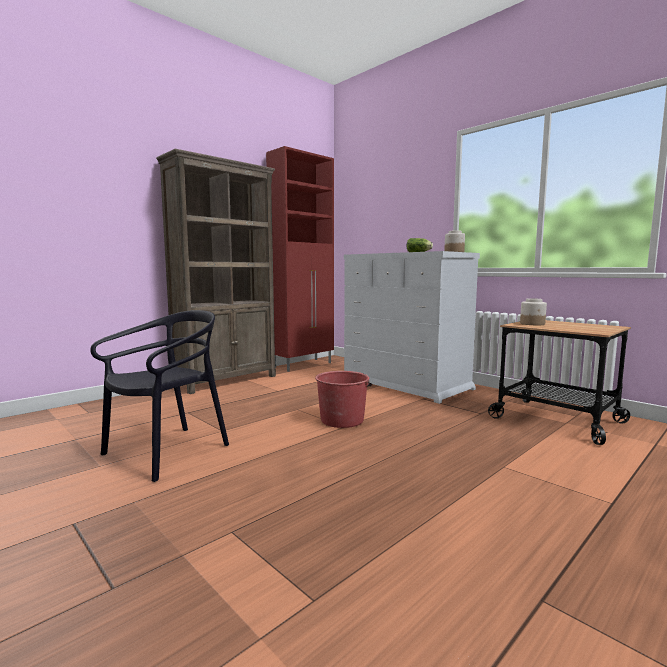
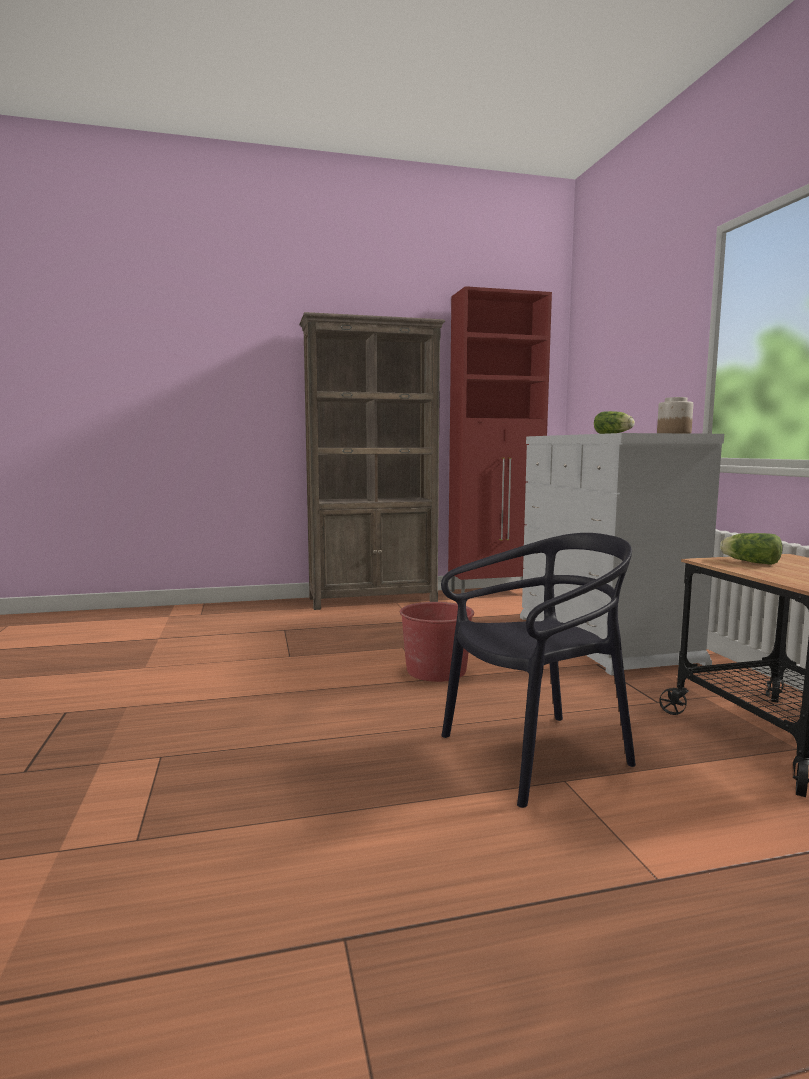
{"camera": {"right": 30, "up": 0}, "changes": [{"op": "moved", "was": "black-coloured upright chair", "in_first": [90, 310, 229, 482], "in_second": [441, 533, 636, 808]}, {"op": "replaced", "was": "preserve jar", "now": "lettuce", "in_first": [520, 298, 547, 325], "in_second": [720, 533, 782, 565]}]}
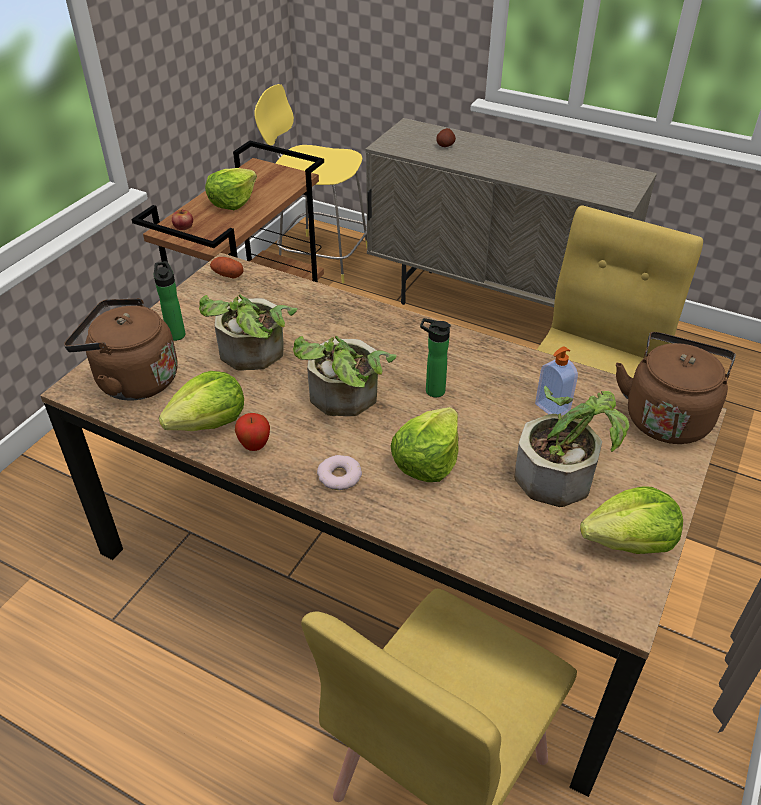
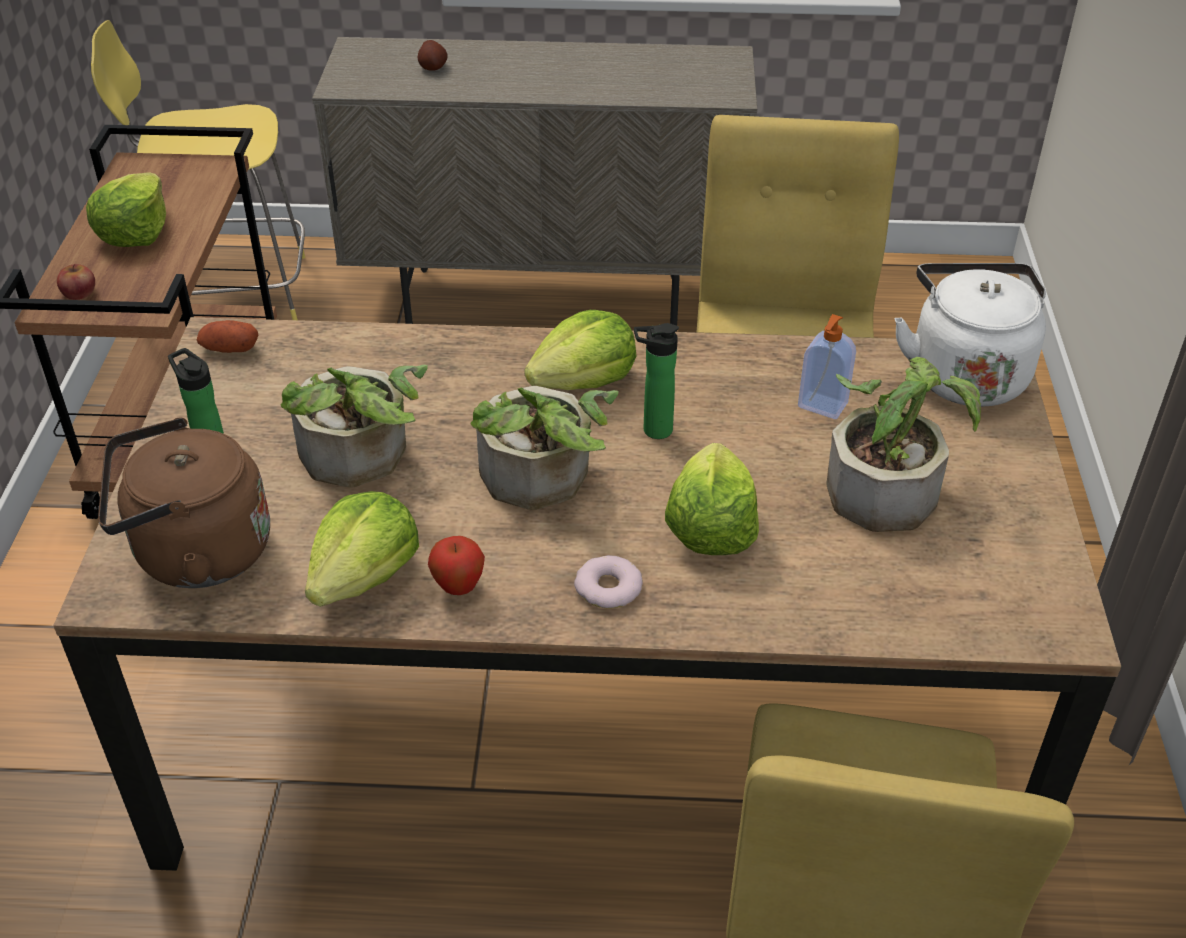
{"camera": {"right": -25, "up": 0}, "changes": [{"op": "moved", "was": "lettuce", "in_first": [580, 486, 683, 554], "in_second": [524, 310, 637, 390]}, {"op": "recoloured", "was": "brown kettle", "now": "white-coloured kettle", "in_first": [616, 332, 736, 444], "in_second": [894, 263, 1046, 407]}]}
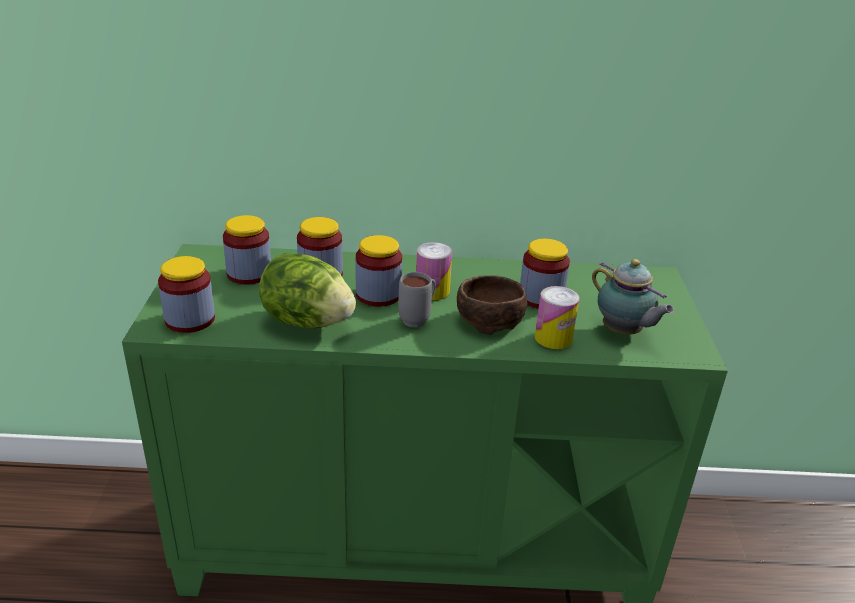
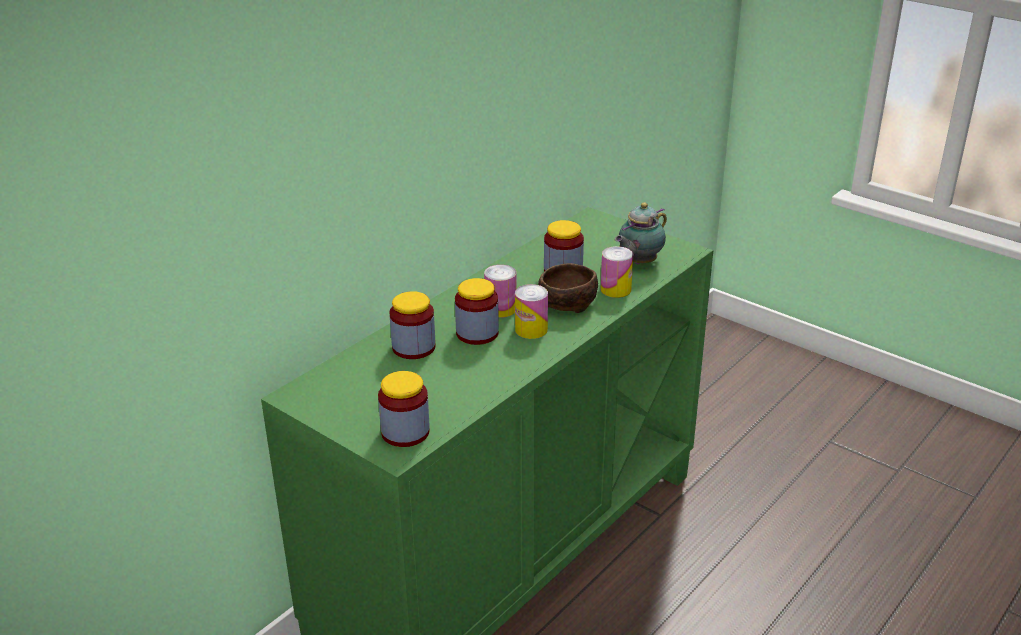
{"camera": {"right": -50, "up": 0}, "changes": [{"op": "removed", "was": "preserve jar", "in_first": [223, 215, 271, 284]}, {"op": "removed", "was": "lettuce", "in_first": [259, 253, 356, 328]}, {"op": "replaced", "was": "gray tea mug", "now": "can", "in_first": [398, 272, 436, 328], "in_second": [515, 284, 548, 339]}, {"op": "turned", "was": "pot for tea", "in_first": [592, 259, 674, 335], "in_second": [615, 202, 667, 264], "clockwise": 135}]}
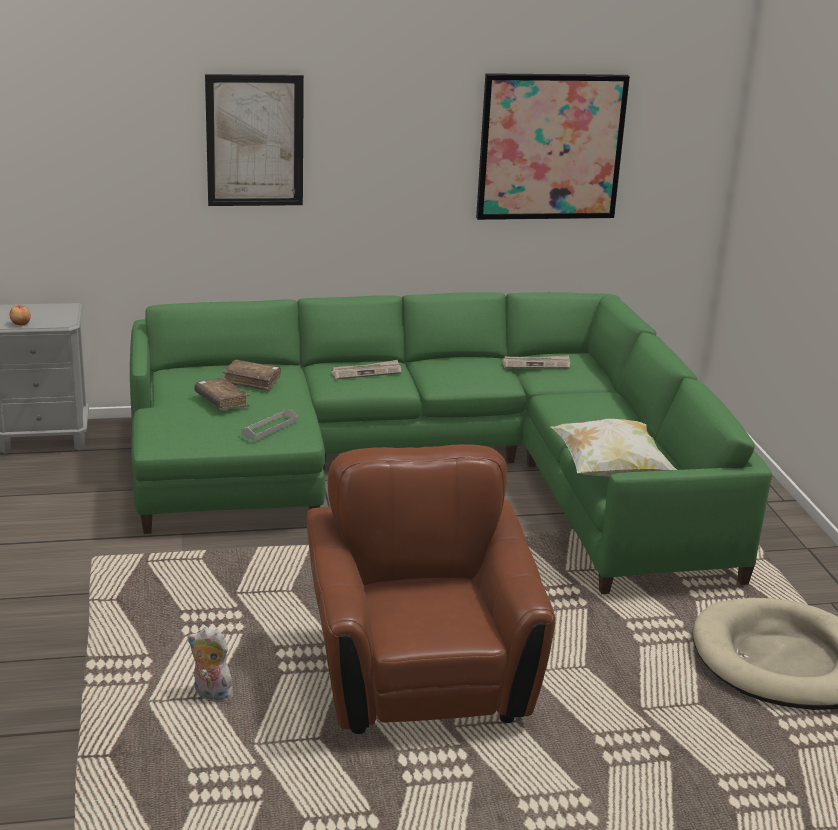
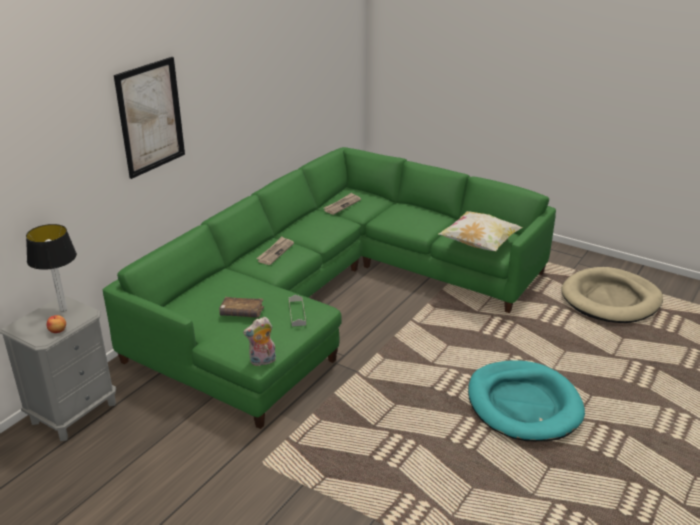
{"camera": {"right": -45, "up": 5}, "changes": [{"op": "removed", "was": "brown bound book", "in_first": [222, 360, 281, 391]}, {"op": "removed", "was": "wall art", "in_first": [476, 73, 630, 220]}, {"op": "added", "now": "lamp for a table", "in_second": [26, 224, 77, 312]}, {"op": "moved", "was": "plush toy", "in_first": [188, 627, 237, 702], "in_second": [243, 317, 276, 366]}, {"op": "replaced", "was": "brown easy chair", "now": "turquoise-coloured dog cushion", "in_first": [307, 444, 555, 734], "in_second": [468, 360, 585, 441]}]}
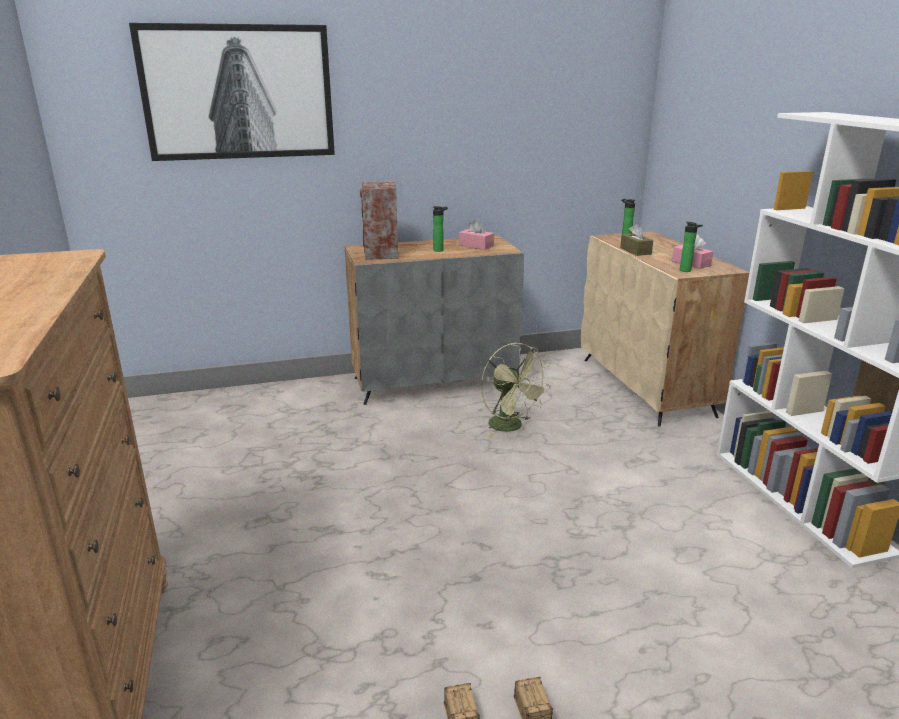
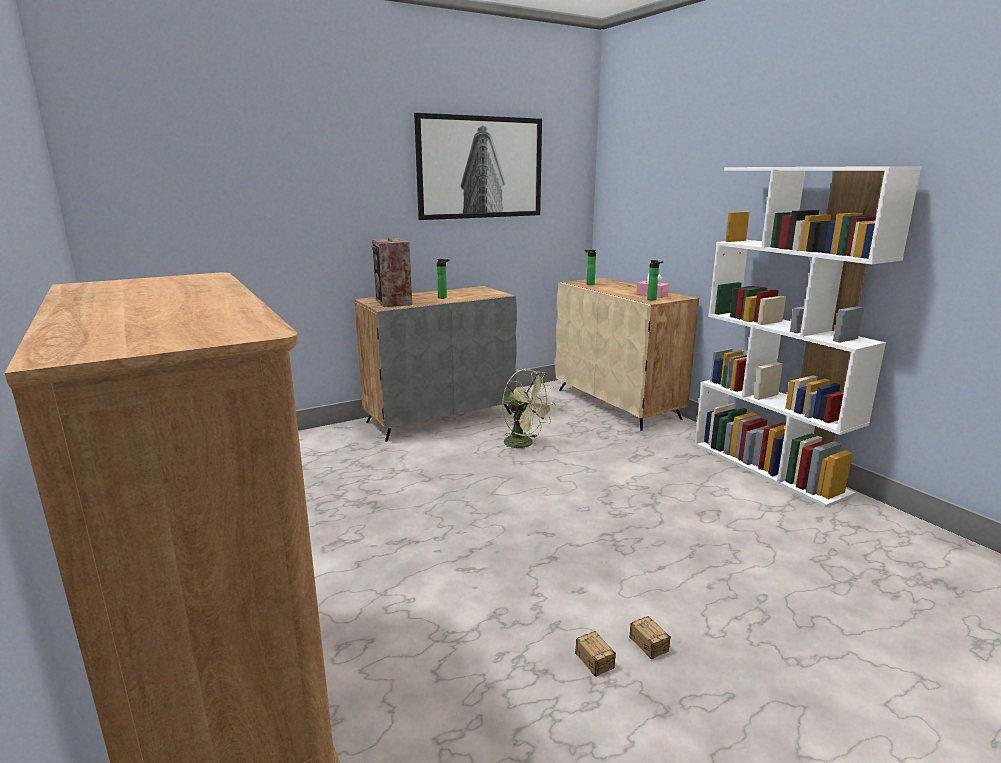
{"camera": {"right": -15, "up": -5}, "changes": [{"op": "removed", "was": "pinkish tissue holder", "in_first": [459, 219, 494, 250]}, {"op": "removed", "was": "brown tissue holder", "in_first": [620, 224, 653, 256]}, {"op": "moved", "was": "wall art", "in_first": [129, 23, 335, 161], "in_second": [414, 113, 542, 220]}]}
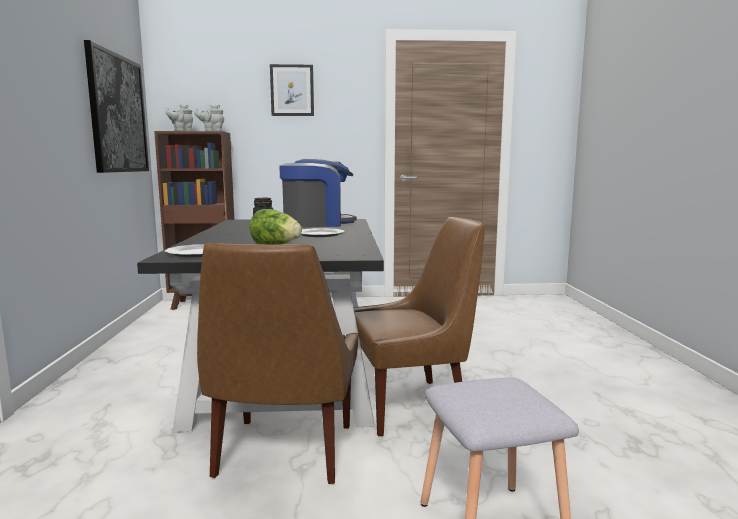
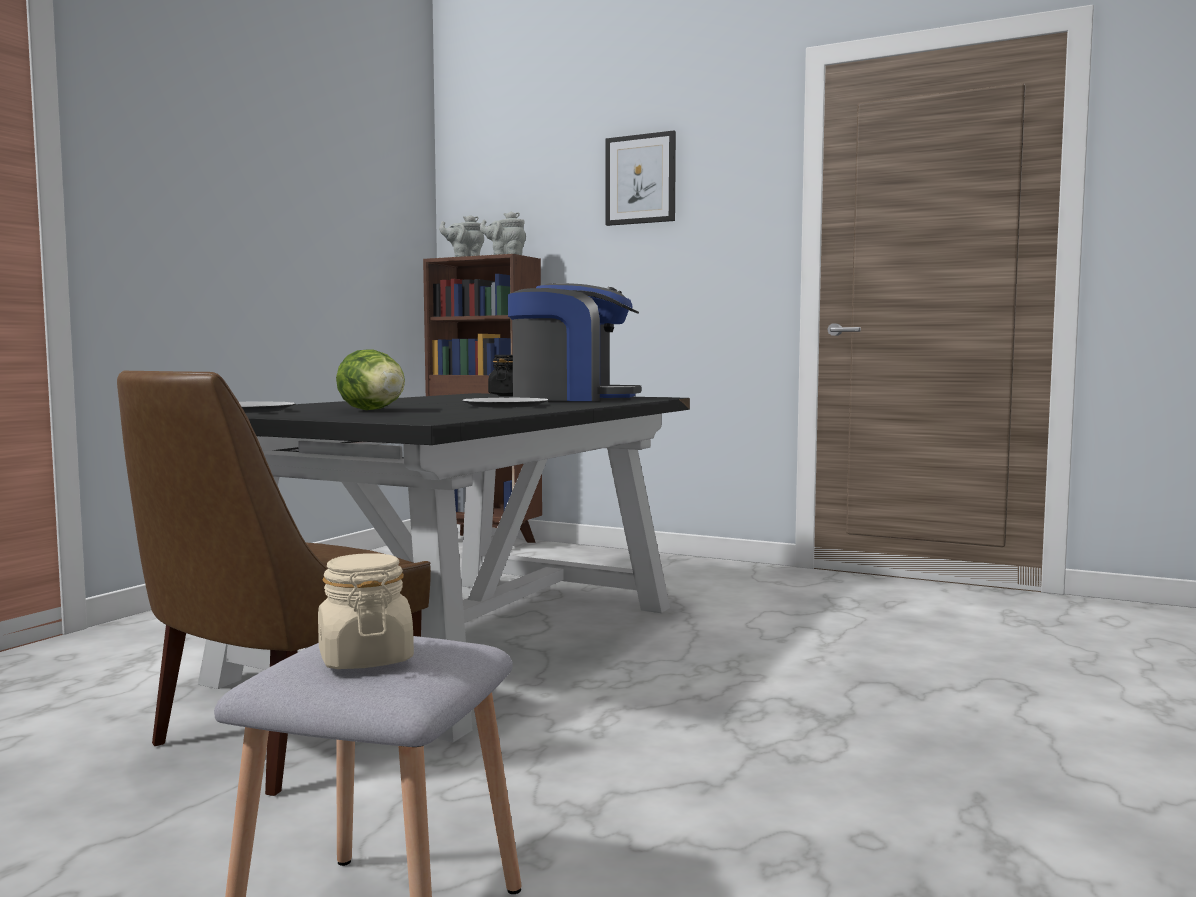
{"camera": {"right": 30, "up": -5}, "changes": [{"op": "removed", "was": "wall art", "in_first": [84, 40, 149, 173]}, {"op": "removed", "was": "brown upright chair", "in_first": [354, 216, 485, 436]}, {"op": "added", "now": "beige preserve jar", "in_second": [318, 553, 414, 669]}]}
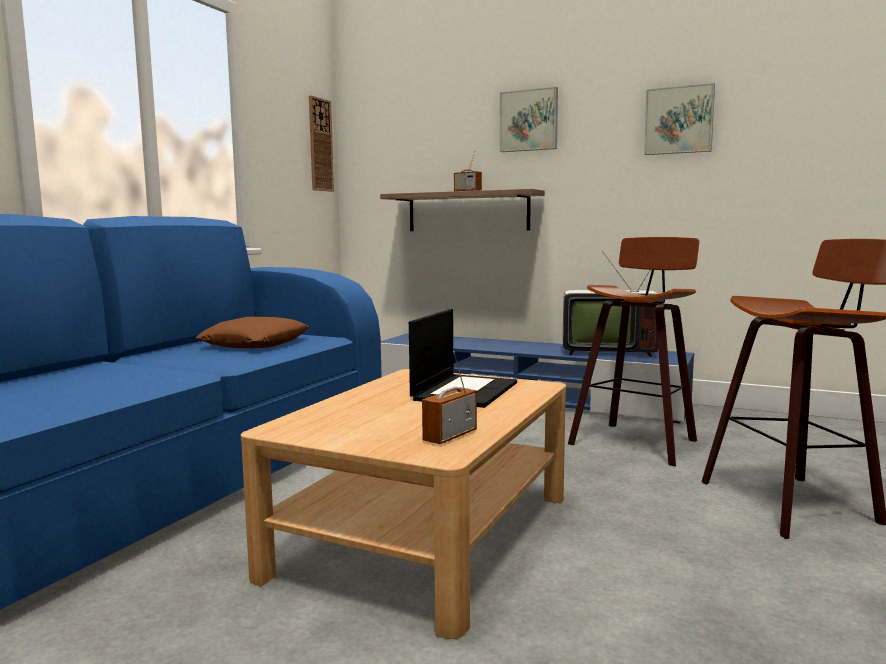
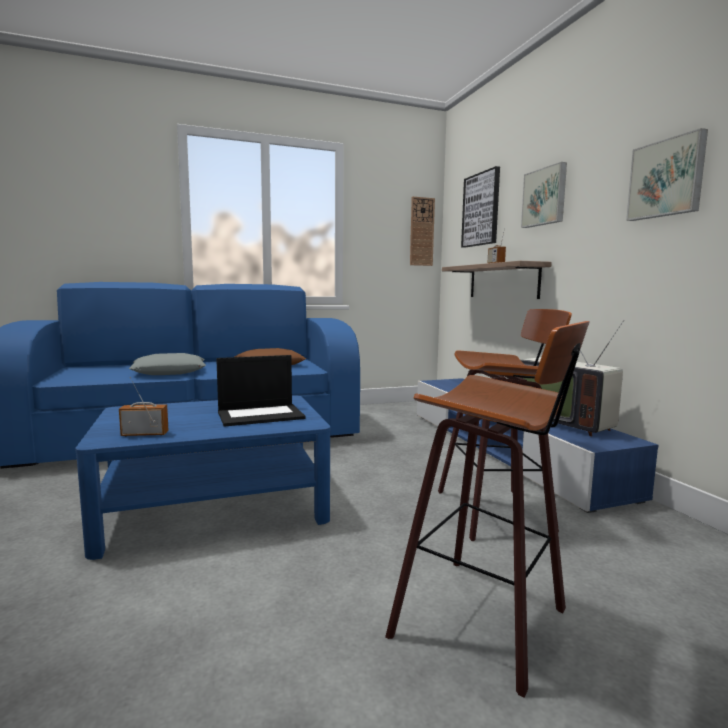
{"camera": {"right": 45, "up": 0}, "changes": [{"op": "added", "now": "gray cushion", "in_second": [129, 353, 206, 375]}, {"op": "added", "now": "wall art", "in_second": [461, 166, 500, 248]}, {"op": "recoloured", "was": "beige low table", "now": "blue low table", "in_first": [241, 369, 566, 639], "in_second": [75, 395, 331, 560]}]}
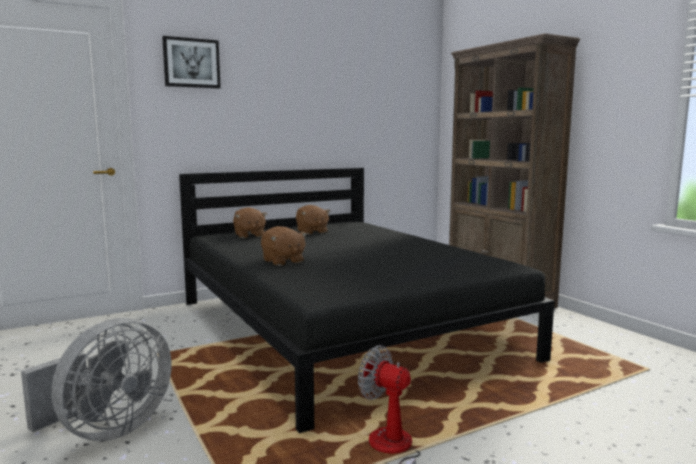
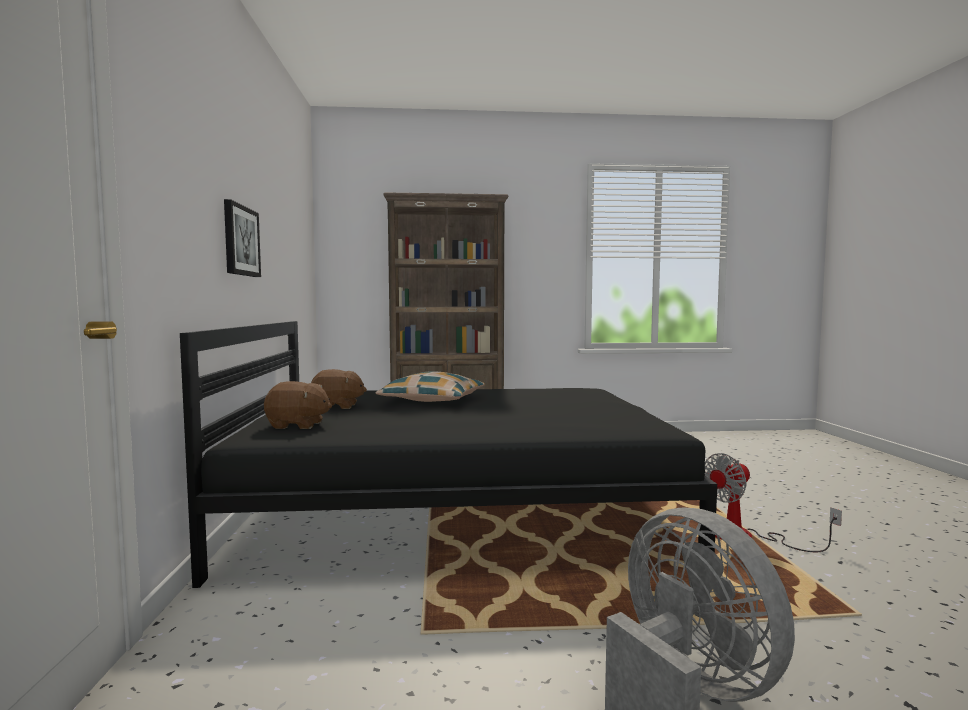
{"camera": {"right": -65, "up": -5}, "changes": [{"op": "removed", "was": "brown plush toy", "in_first": [261, 226, 307, 266]}, {"op": "added", "now": "cushion", "in_second": [375, 371, 485, 402]}, {"op": "moved", "was": "wall art", "in_first": [162, 36, 221, 88], "in_second": [224, 199, 261, 277]}]}
